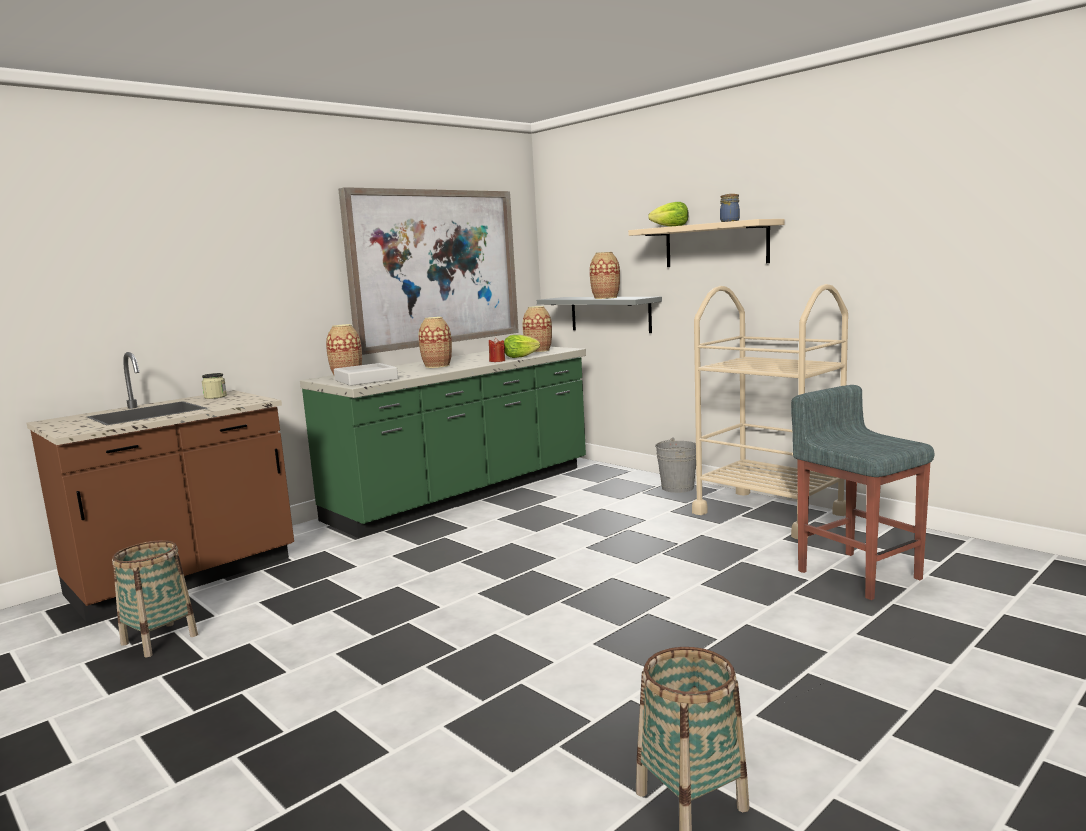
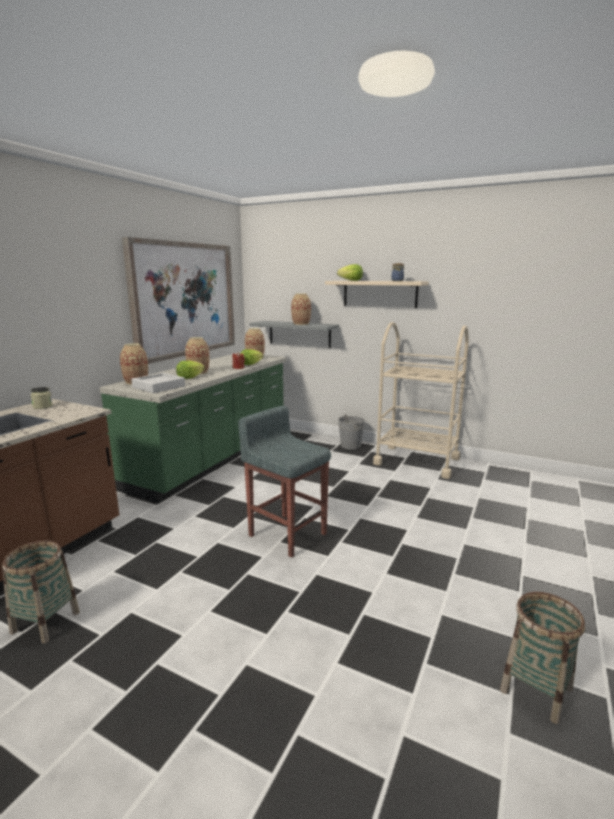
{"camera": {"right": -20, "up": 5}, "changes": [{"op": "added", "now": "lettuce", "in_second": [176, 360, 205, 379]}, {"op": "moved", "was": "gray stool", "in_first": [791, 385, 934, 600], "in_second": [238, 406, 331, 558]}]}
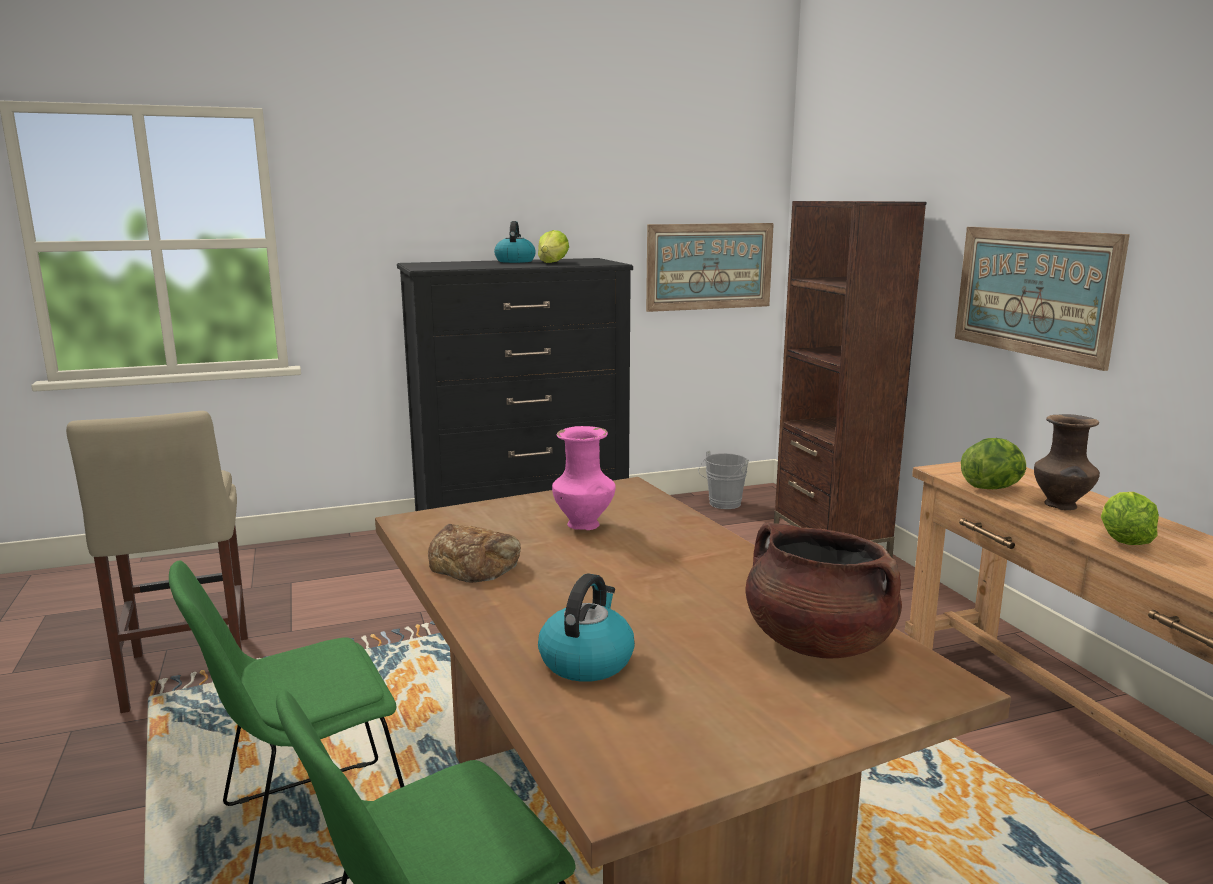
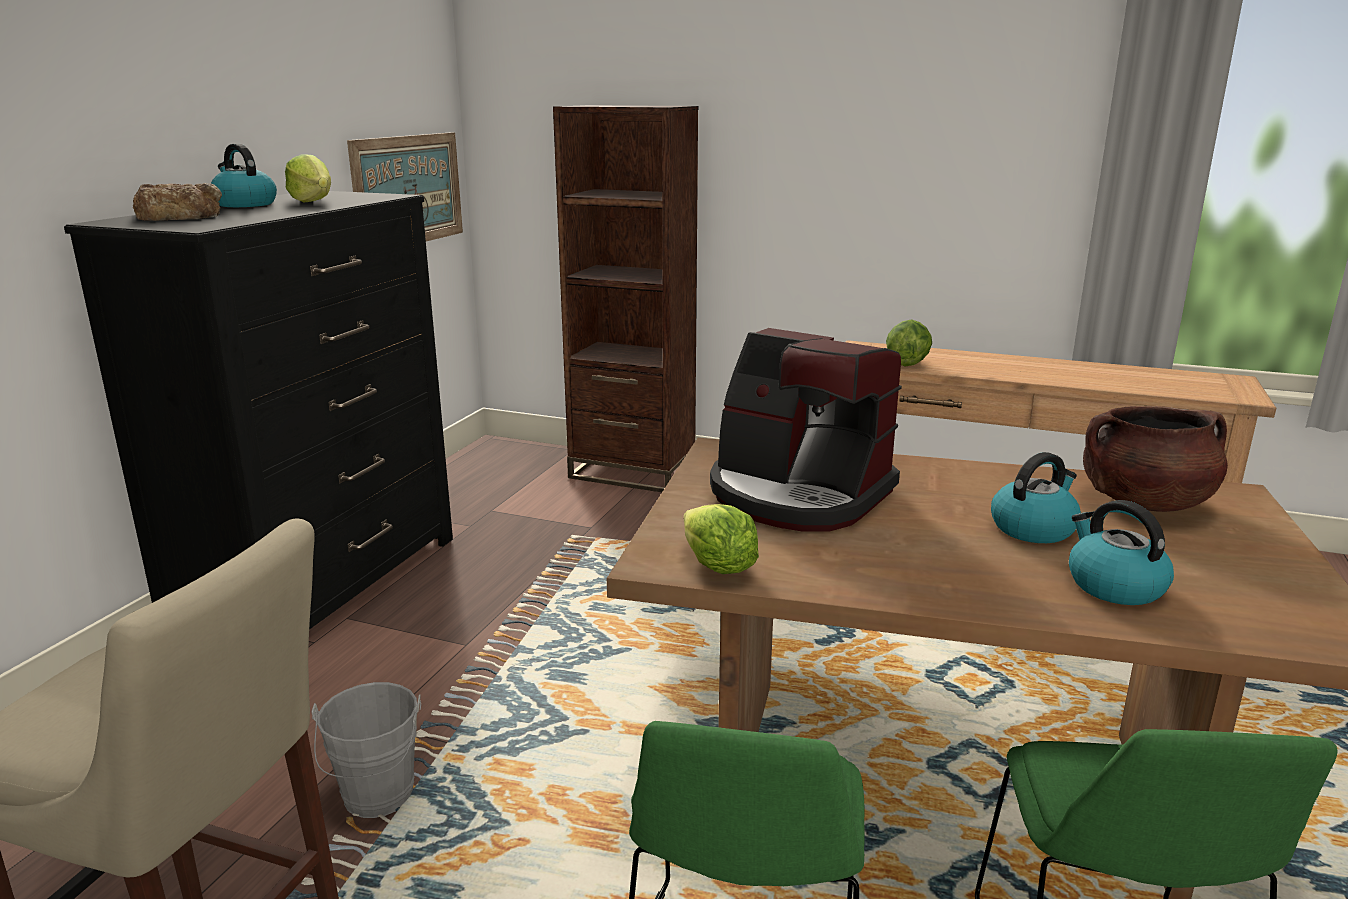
{"camera": {"right": -50, "up": 5}, "changes": [{"op": "removed", "was": "wall art", "in_first": [955, 227, 1130, 371]}, {"op": "removed", "was": "brown flower vase", "in_first": [1034, 414, 1100, 510]}, {"op": "added", "now": "kettle", "in_second": [991, 452, 1081, 543]}, {"op": "moved", "was": "bakery bread", "in_first": [428, 524, 521, 582], "in_second": [133, 183, 222, 221]}, {"op": "moved", "was": "gray pail", "in_first": [698, 451, 749, 509], "in_second": [312, 682, 421, 818]}, {"op": "moved", "was": "lettuce", "in_first": [1101, 492, 1159, 545], "in_second": [684, 504, 759, 574]}, {"op": "replaced", "was": "pinkish flower vase", "now": "coffee brewer", "in_first": [552, 426, 616, 530], "in_second": [710, 328, 902, 532]}]}
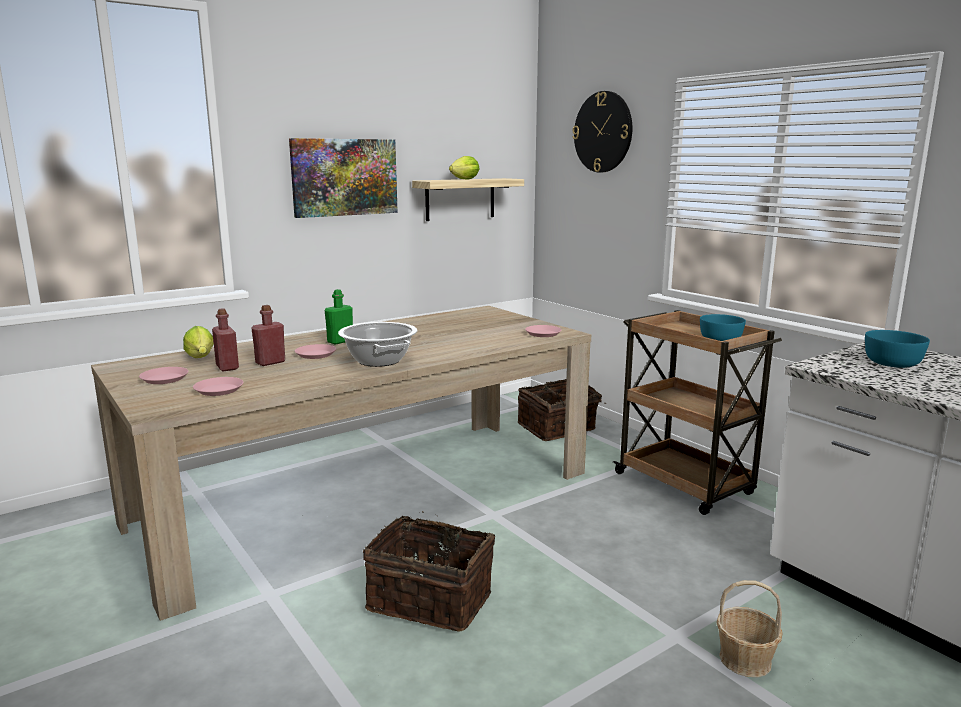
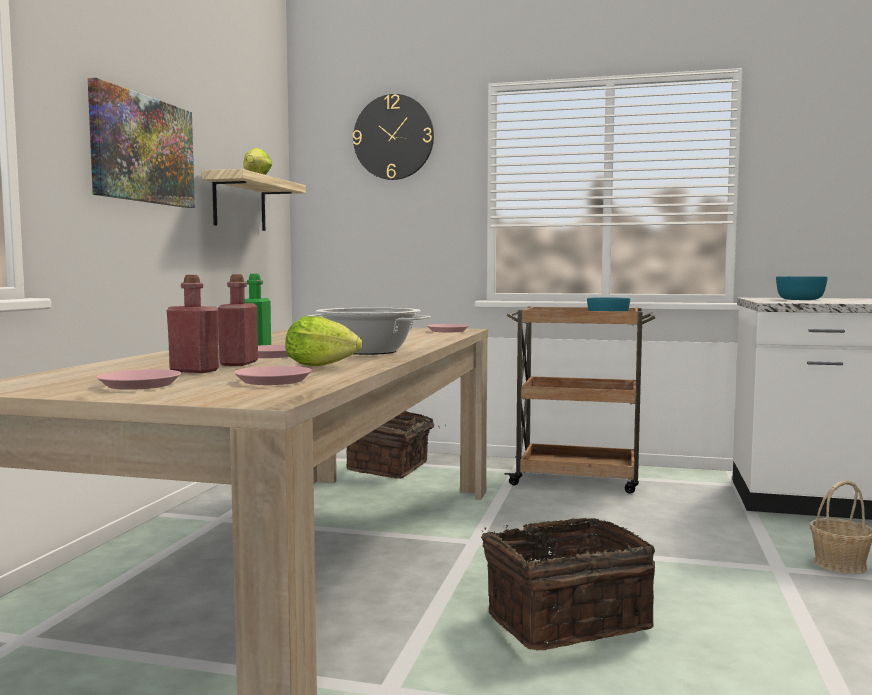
{"camera": {"right": -40, "up": -10}, "changes": [{"op": "moved", "was": "lettuce", "in_first": [183, 326, 214, 358], "in_second": [285, 316, 362, 366]}]}
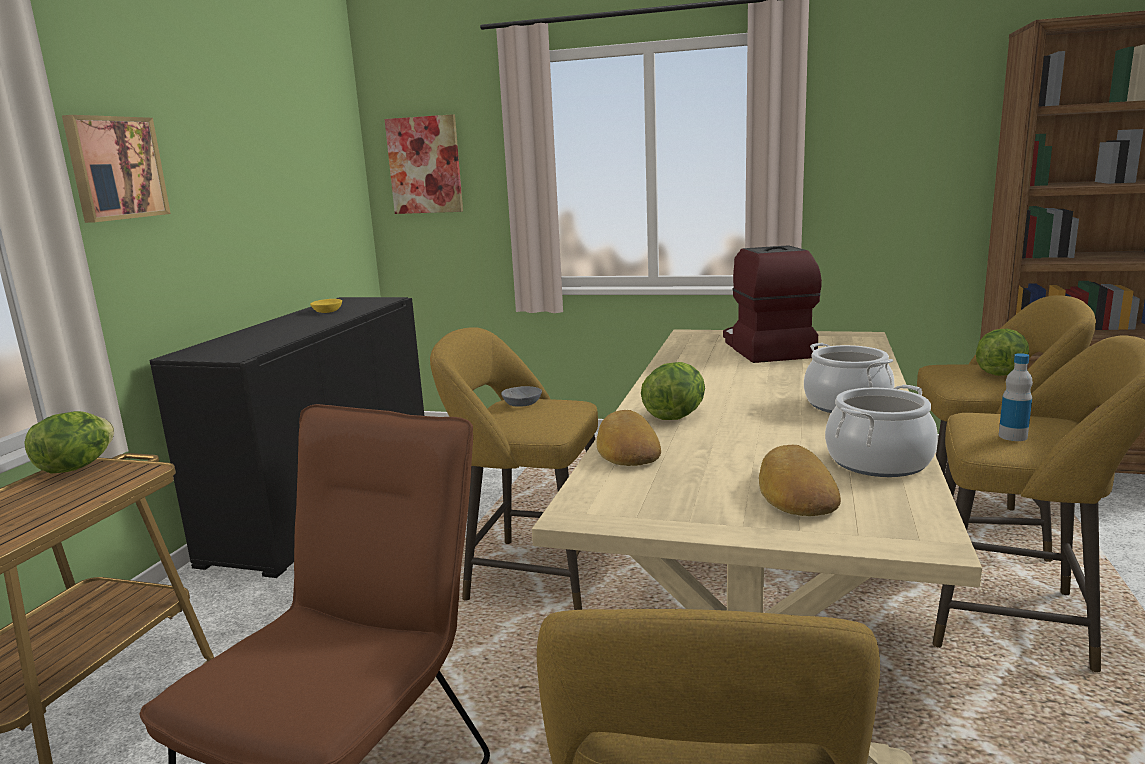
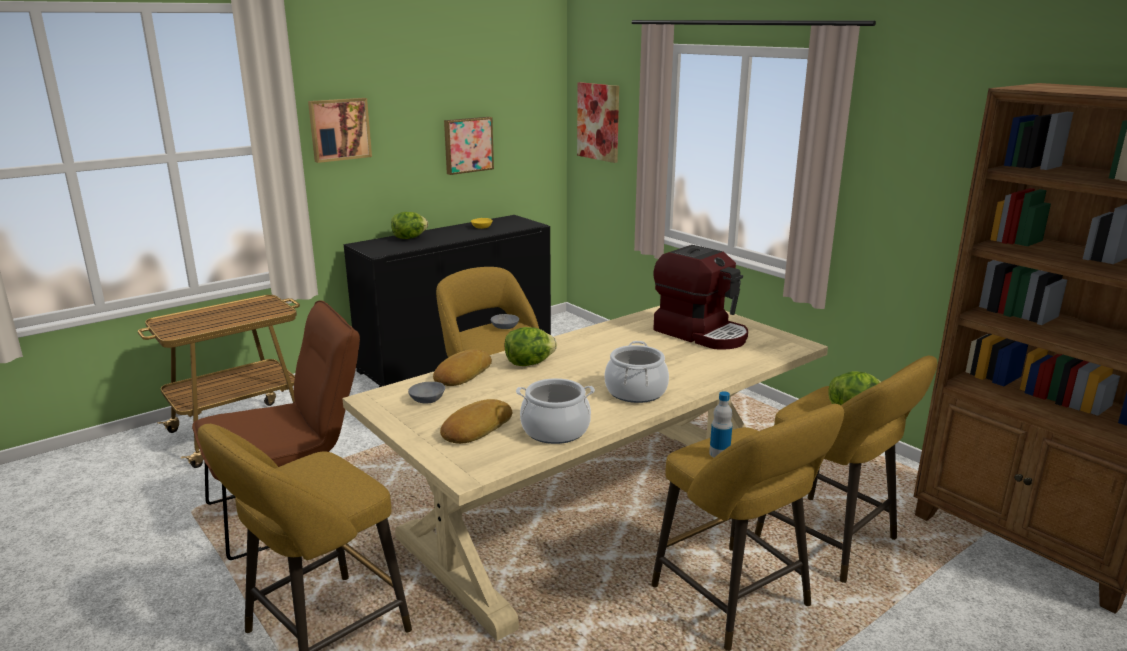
{"camera": {"right": 35, "up": 5}, "changes": [{"op": "added", "now": "gray serving bowl", "in_second": [408, 382, 445, 403]}, {"op": "added", "now": "wall art", "in_second": [444, 117, 494, 175]}, {"op": "moved", "was": "lettuce", "in_first": [24, 411, 114, 474], "in_second": [391, 212, 428, 239]}, {"op": "turned", "was": "coffee brewer", "in_first": [723, 245, 822, 363], "in_second": [653, 245, 748, 350], "clockwise": 105}]}
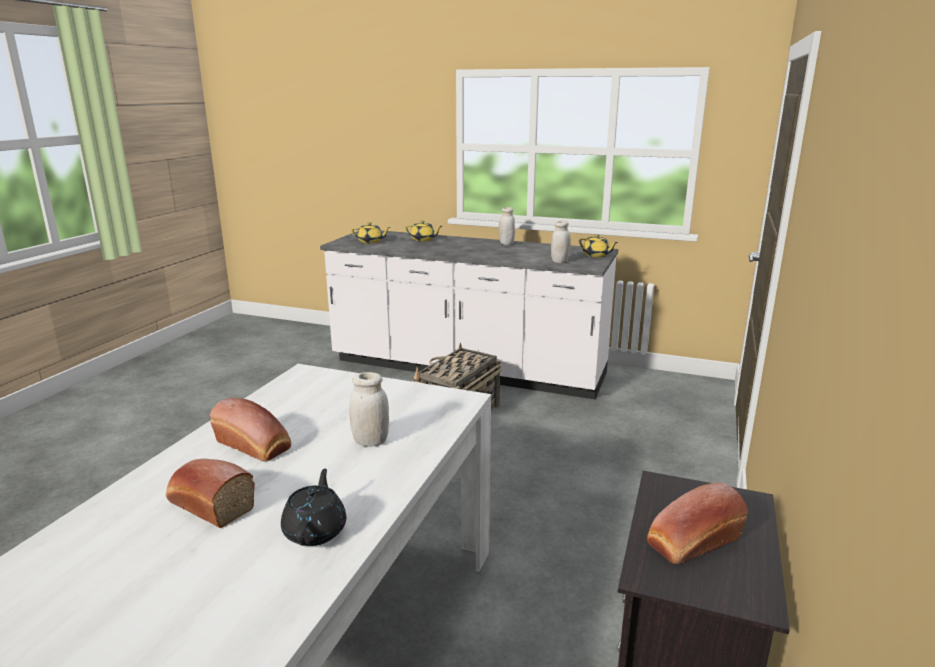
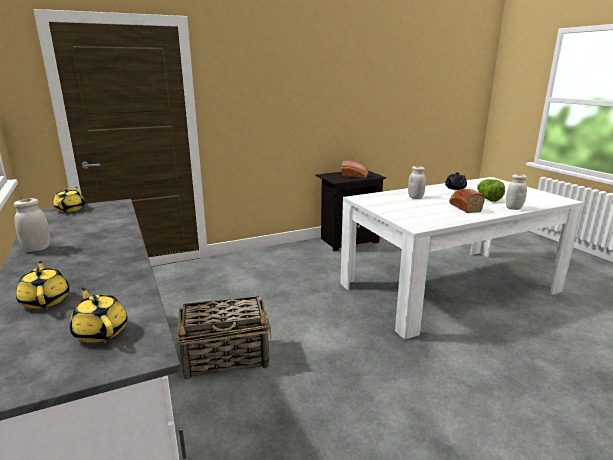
{"camera": {"right": -135, "up": 0}, "changes": [{"op": "moved", "was": "white-coloured preserve jar", "in_first": [551, 221, 571, 263], "in_second": [506, 174, 527, 210]}, {"op": "replaced", "was": "bakery bread", "now": "lettuce", "in_first": [166, 459, 255, 528], "in_second": [477, 179, 505, 202]}]}
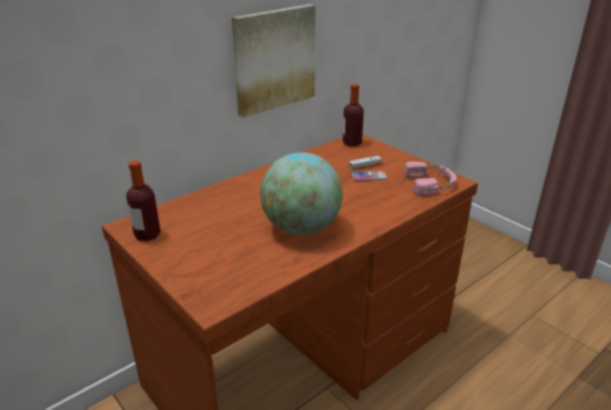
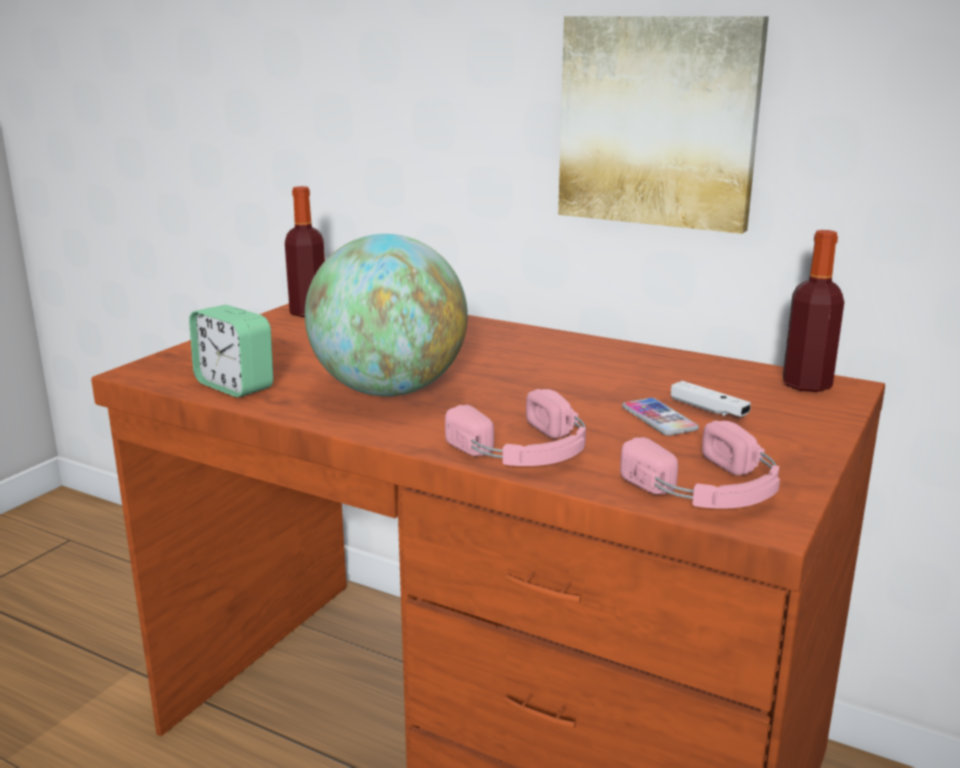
{"camera": {"right": 70, "up": -10}, "changes": [{"op": "added", "now": "bedside clock", "in_second": [189, 305, 273, 397]}, {"op": "added", "now": "pinkish headphones", "in_second": [445, 389, 586, 466]}]}
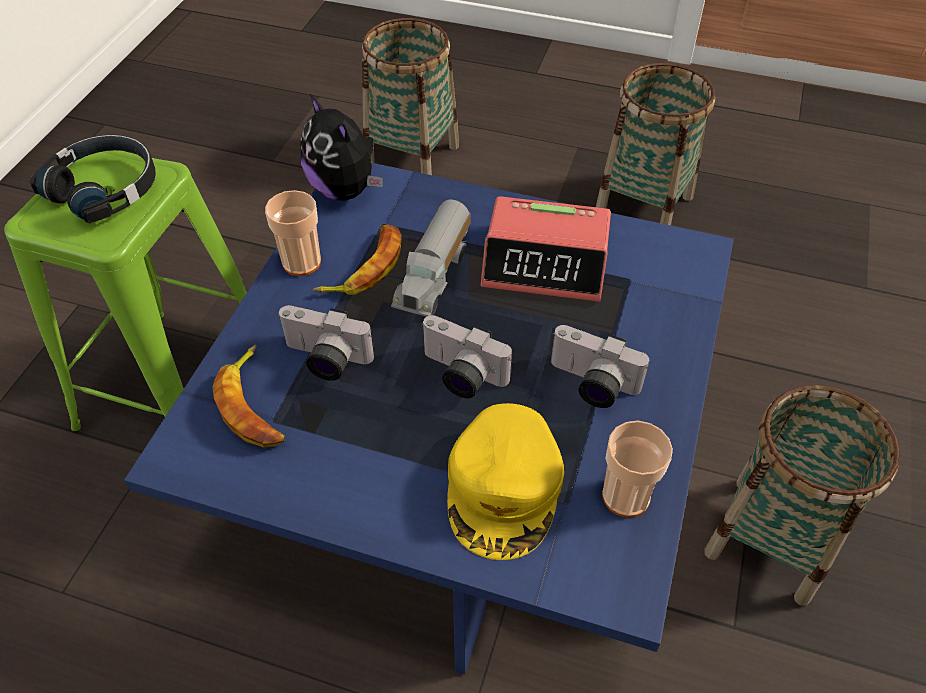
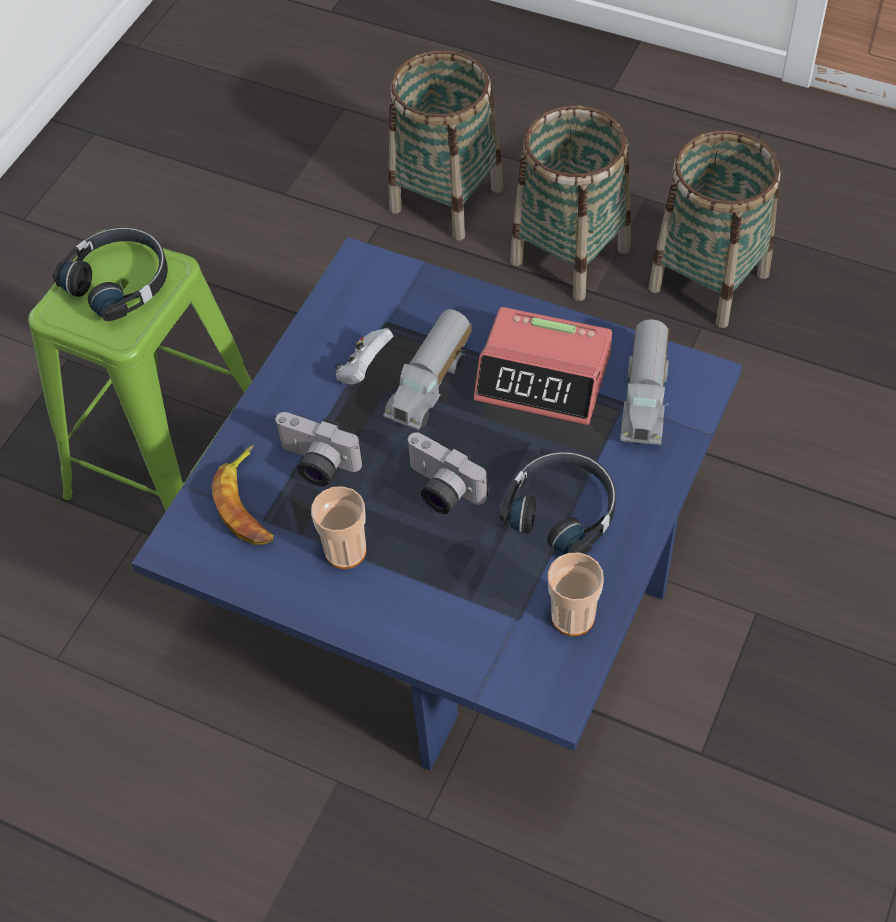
{"camera": {"right": 10, "up": 5}, "changes": [{"op": "removed", "was": "plush toy", "in_first": [300, 94, 383, 200]}, {"op": "removed", "was": "yellow-coloured cap", "in_first": [447, 403, 564, 560]}, {"op": "added", "now": "model truck", "in_second": [620, 319, 669, 445]}, {"op": "moved", "was": "drinking cup", "in_first": [265, 190, 321, 276], "in_second": [311, 486, 366, 569]}, {"op": "moved", "was": "basket", "in_first": [704, 385, 900, 606], "in_second": [510, 105, 631, 301]}, {"op": "replaced", "was": "banana fruit", "now": "white-coloured gamepad", "in_first": [313, 224, 402, 295], "in_second": [334, 328, 393, 385]}, {"op": "replaced", "was": "photo camera", "now": "black-coloured headphones", "in_first": [551, 325, 649, 408], "in_second": [500, 452, 616, 555]}]}
